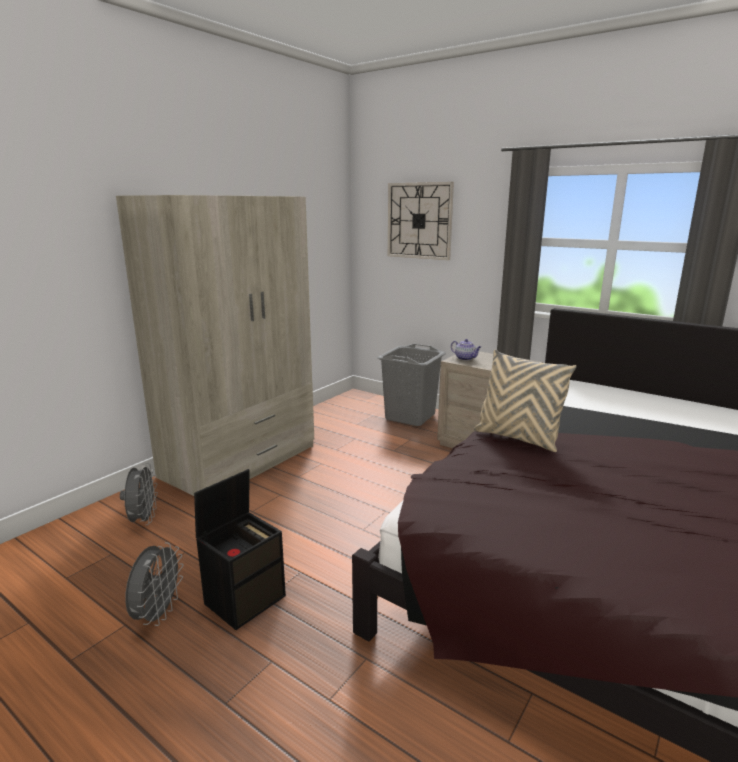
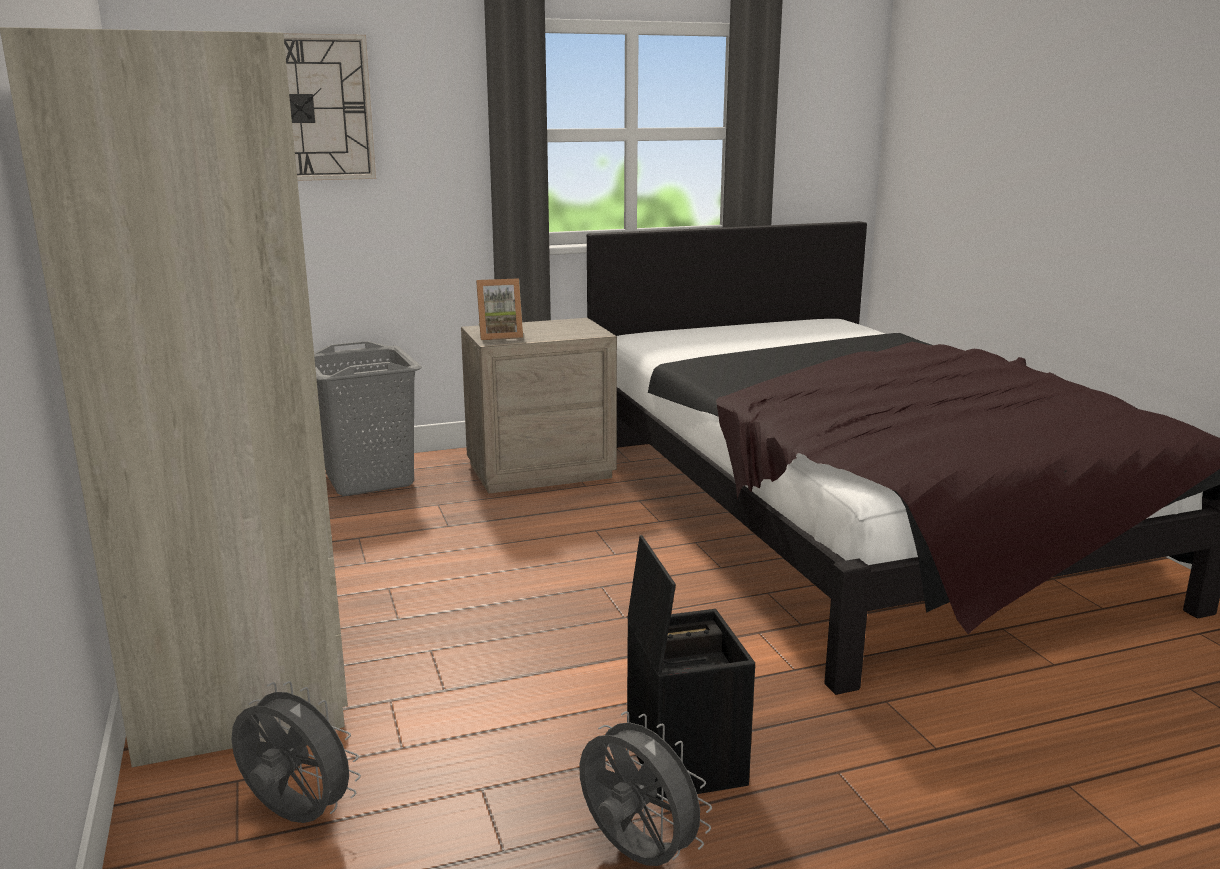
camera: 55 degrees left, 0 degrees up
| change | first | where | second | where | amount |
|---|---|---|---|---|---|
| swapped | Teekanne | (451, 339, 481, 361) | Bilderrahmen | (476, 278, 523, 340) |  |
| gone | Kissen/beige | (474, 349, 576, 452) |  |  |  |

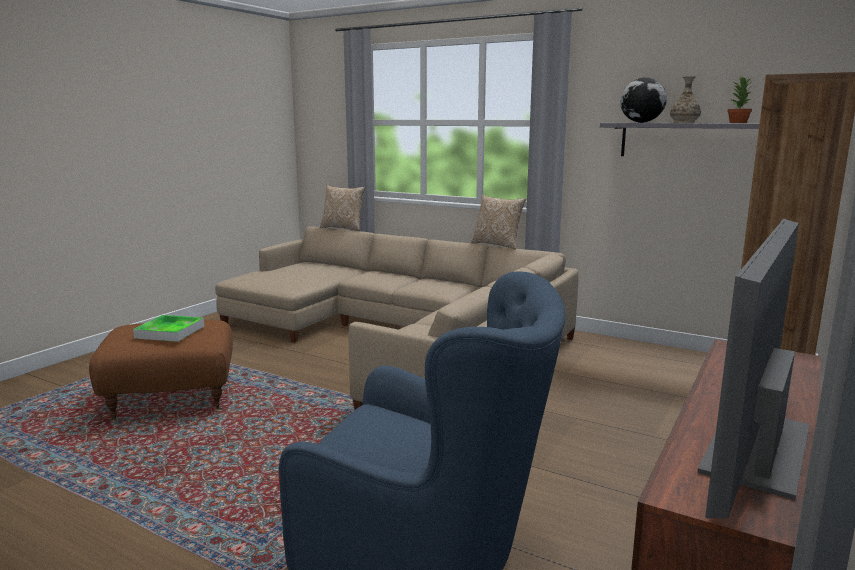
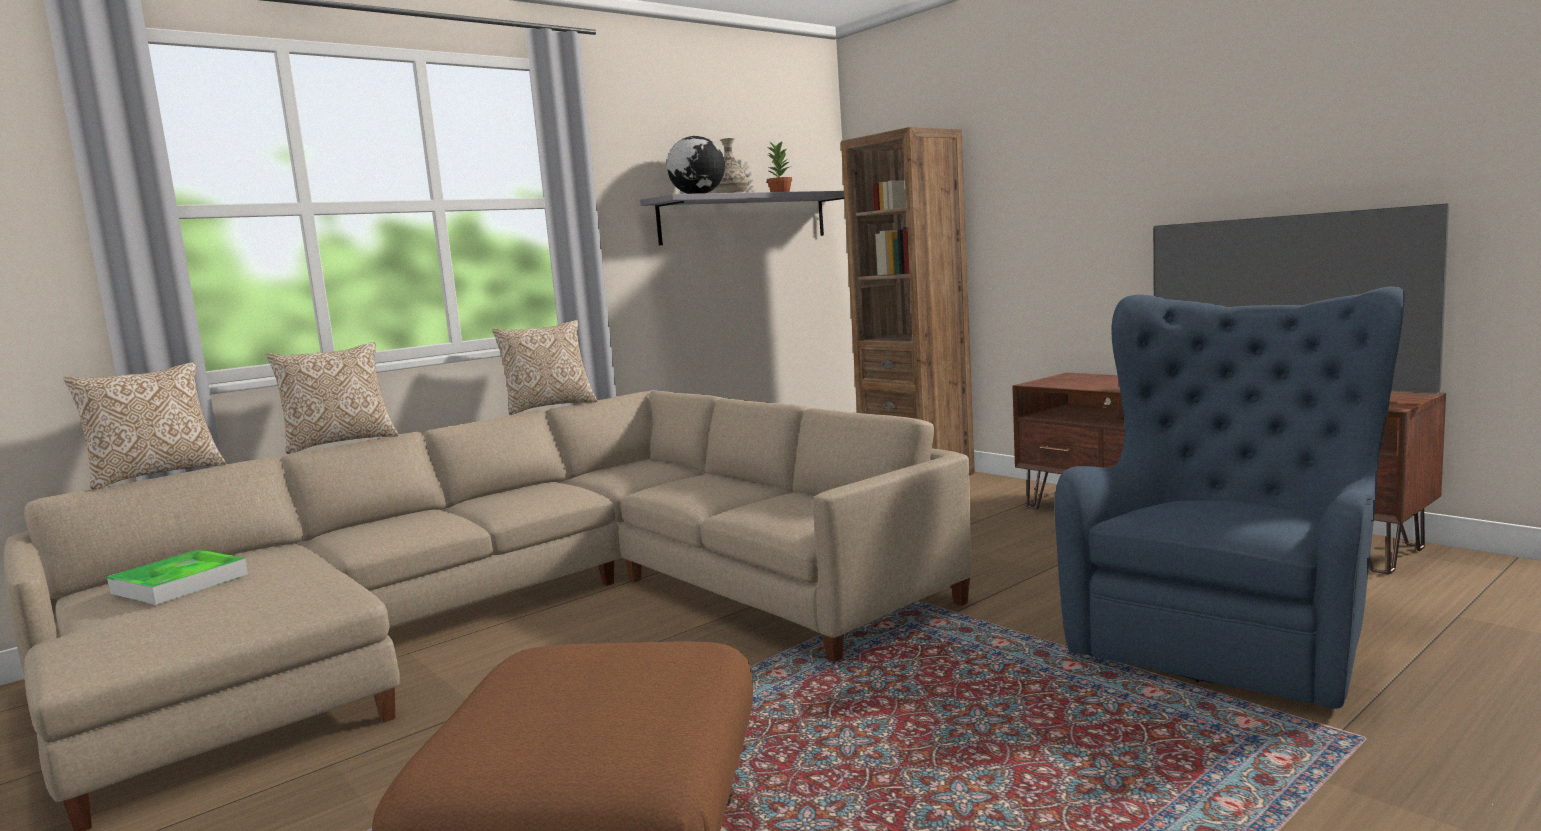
camera: 70 degrees left, 5 degrees down
| change | first | where | second | where | amount |
|---|---|---|---|---|---|
| shifted | Tablett | (133, 315, 204, 342) |  | (107, 549, 248, 605) |  |
| new |  |  | Kissen | (266, 342, 398, 454) |  |

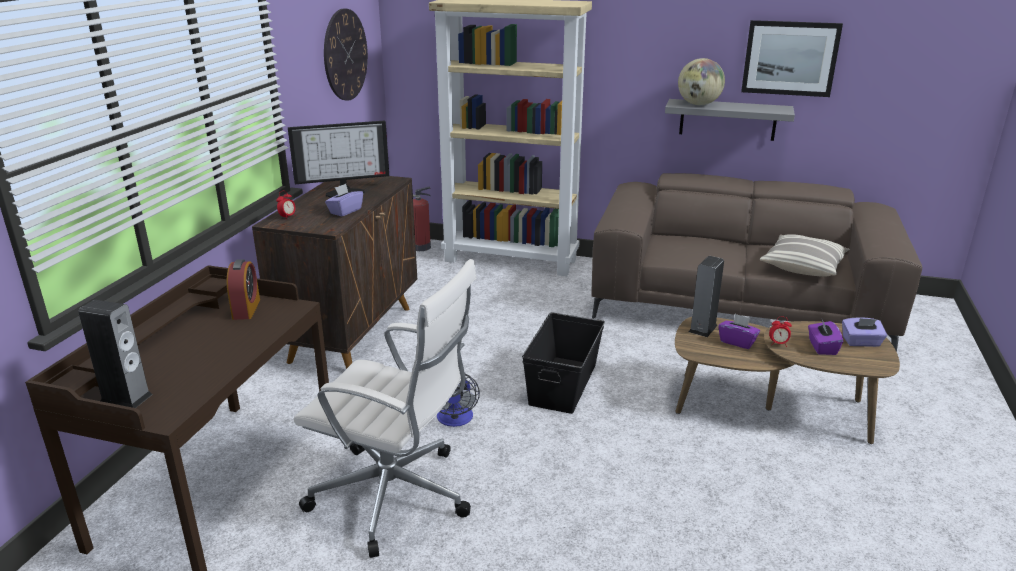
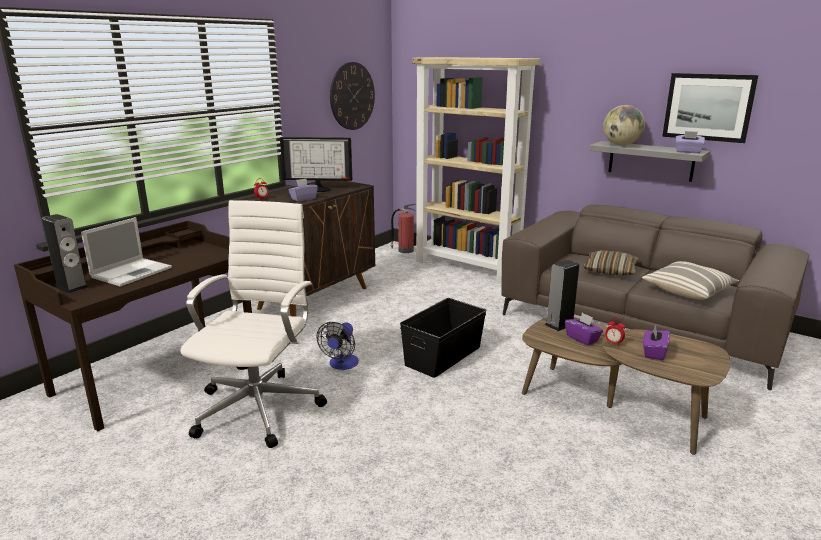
camera: 20 degrees right, 5 degrees down
| change | first | where | second | where | amount |
|---|---|---|---|---|---|
| gone | Wecker | (227, 259, 260, 320) |  |  |  |
| rotated | Bürostuhl/weiß | (293, 259, 477, 558) |  | (180, 200, 327, 448) | 120 degrees counterclockwise |
| shifted | Taschentuchbox/lila | (842, 317, 887, 347) |  | (675, 131, 705, 153) |  |
| new |  |  | Laptop | (81, 217, 172, 287) |  |
| new |  |  | Kissen | (583, 250, 639, 276) |  |

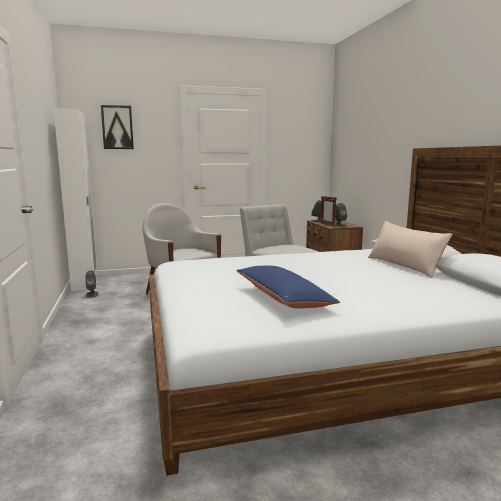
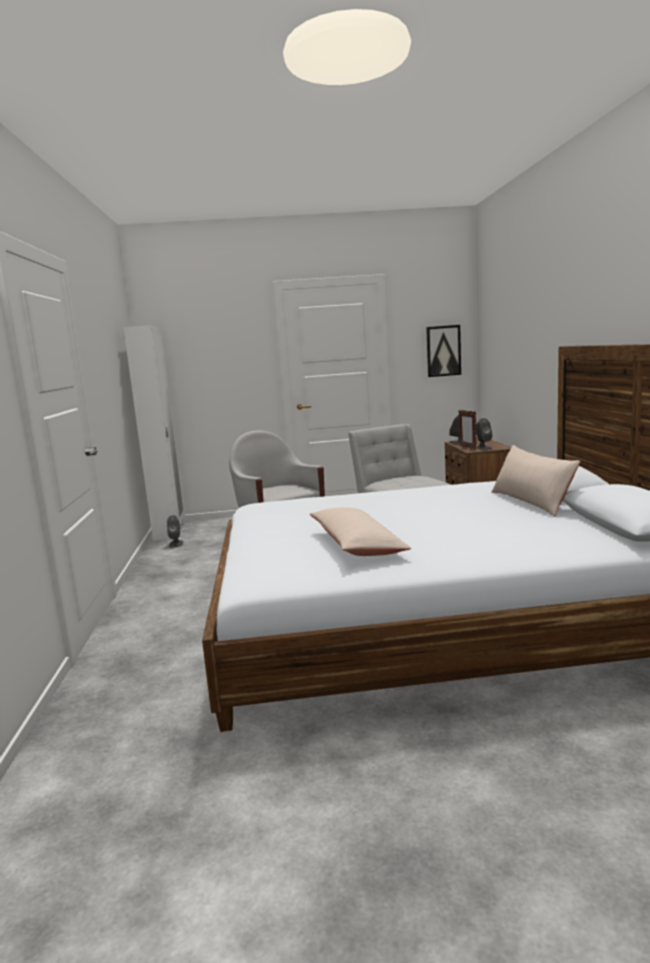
camera: 10 degrees right, 0 degrees up
| change | first | where | second | where | amount |
|---|---|---|---|---|---|
| shifted | Bild | (101, 105, 134, 149) |  | (426, 325, 461, 377) |  |
| repainted | Kissen/blau | (236, 266, 340, 308) | Kissen/beige | (310, 508, 411, 556) |  |

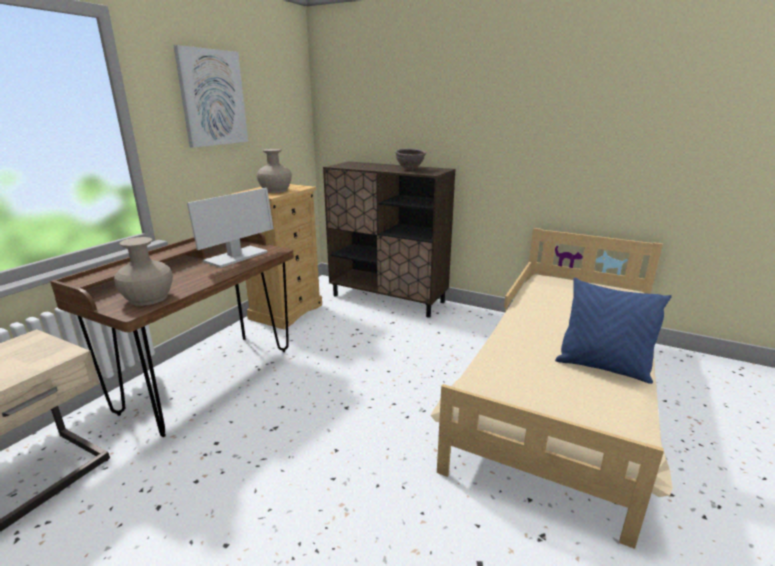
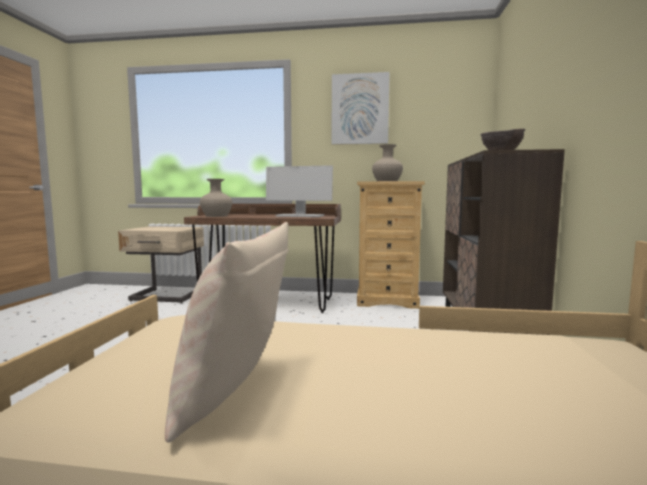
camera: 70 degrees right, 15 degrees down
| change | first | where | second | where | amount |
|---|---|---|---|---|---|
| repainted | Kissen/blau | (555, 278, 672, 384) | Kissen/beige | (165, 222, 289, 443) |  |

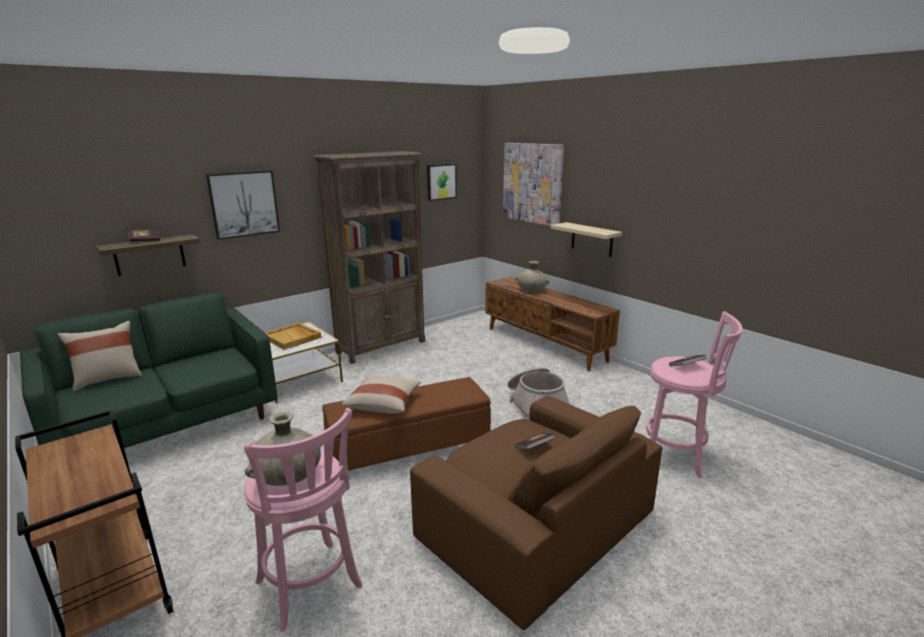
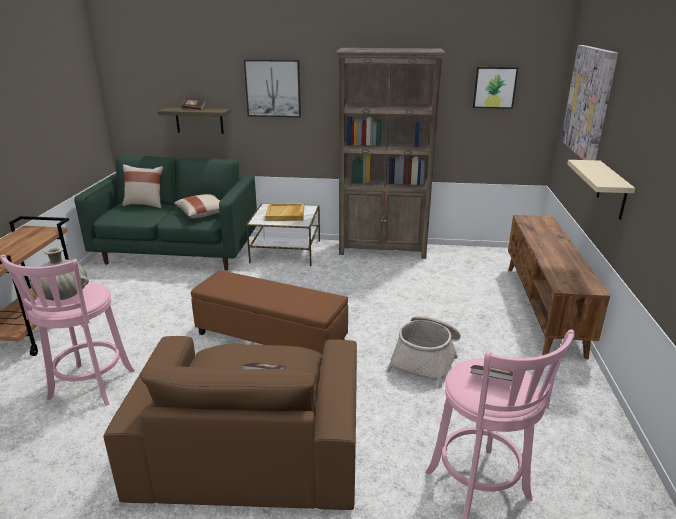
camera: 45 degrees right, 5 degrees up
| change | first | where | second | where | amount |
|---|---|---|---|---|---|
| shifted | Kissen/beige | (342, 376, 421, 414) |  | (174, 194, 220, 218) |  |
| gone | Vase/beige | (516, 261, 549, 292) |  |  |  |

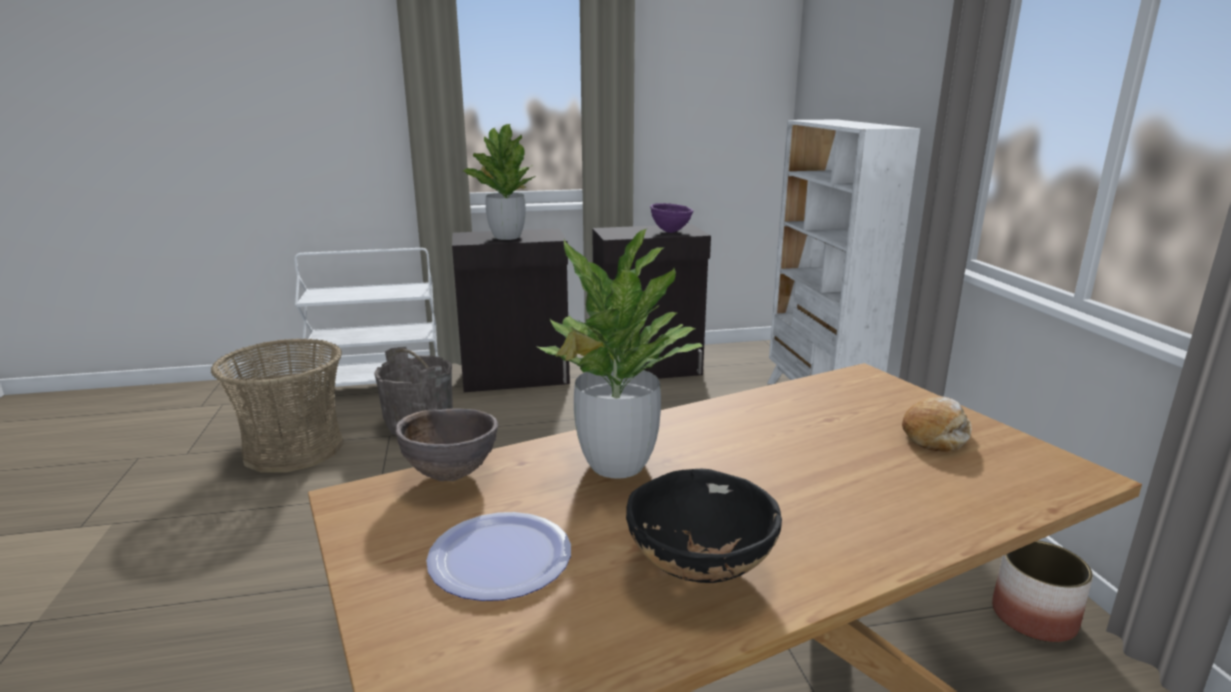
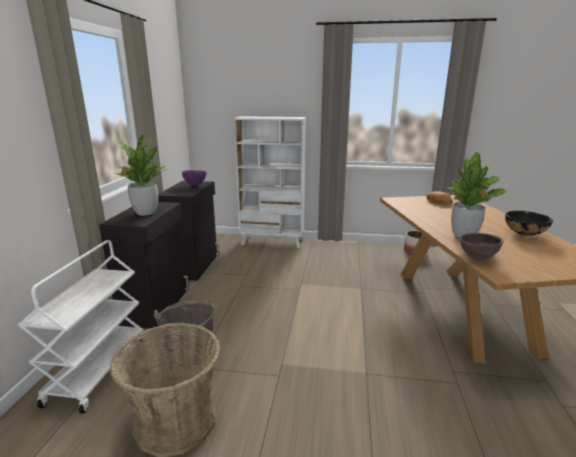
camera: 70 degrees left, 0 degrees up
| change | first | where | second | where | amount |
|---|---|---|---|---|---|
| gone | Teller | (426, 512, 571, 601) |  |  |  |

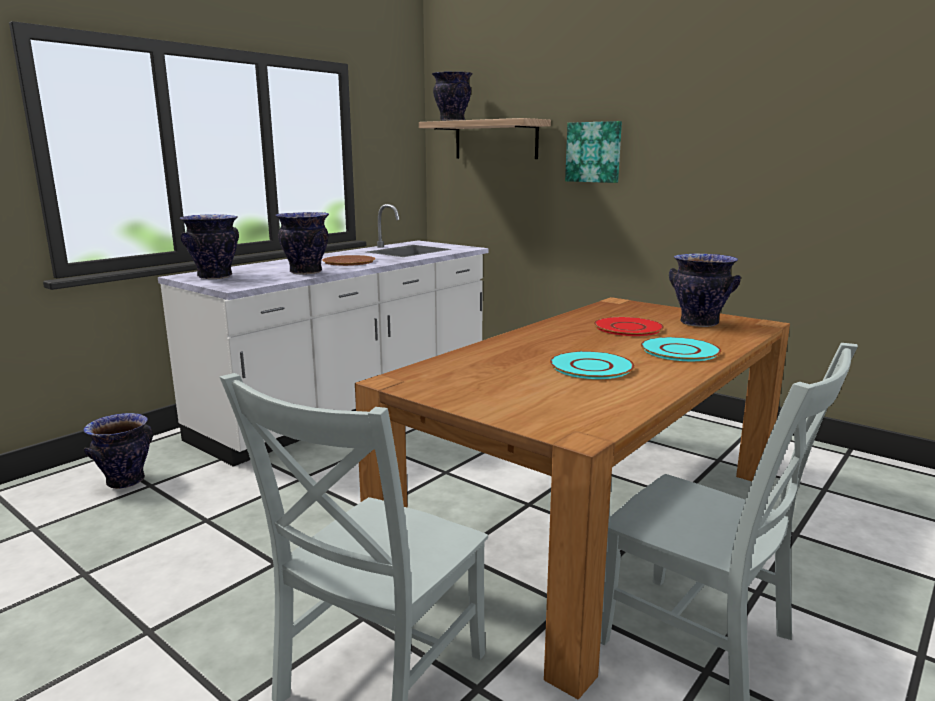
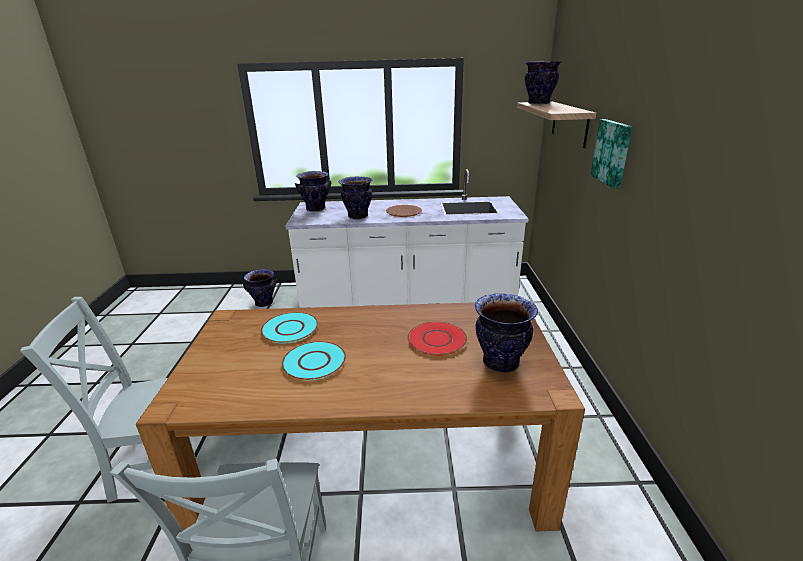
camera: 50 degrees right, 10 degrees up
| change | first | where | second | where | amount |
|---|---|---|---|---|---|
| shifted | Teller/türkis | (641, 337, 721, 361) |  | (261, 312, 318, 343) |  |

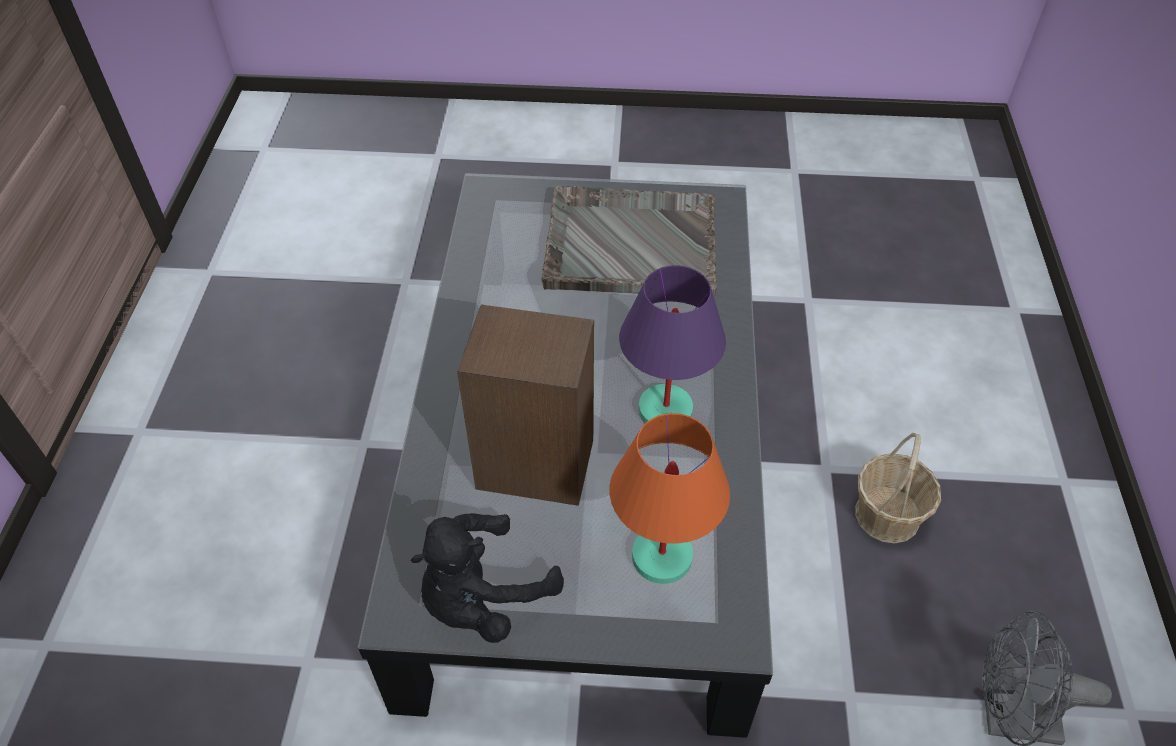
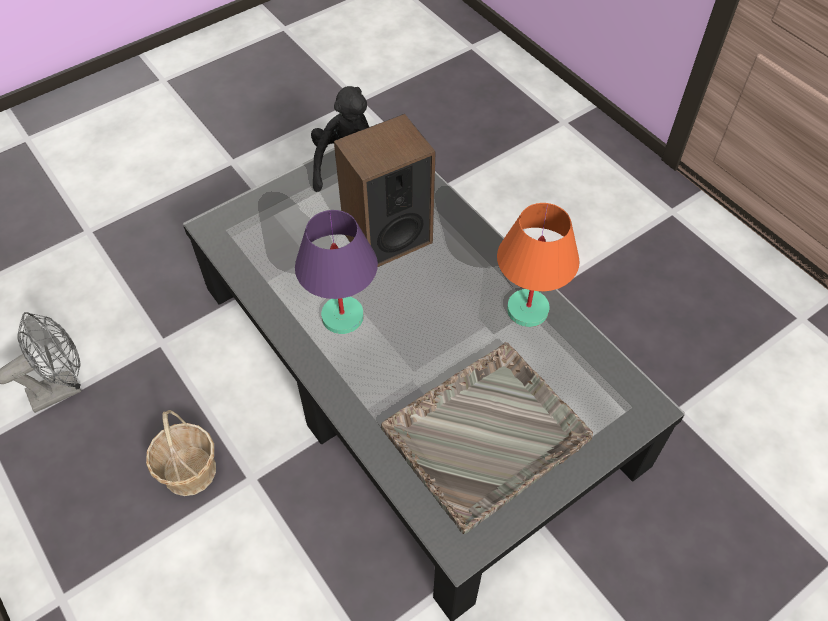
camera: 140 degrees right, 5 degrees up
| change | first | where | second | where | amount |
|---|---|---|---|---|---|
| shifted | Tischlampe/orange | (610, 413, 730, 584) |  | (497, 203, 579, 327) |  |

